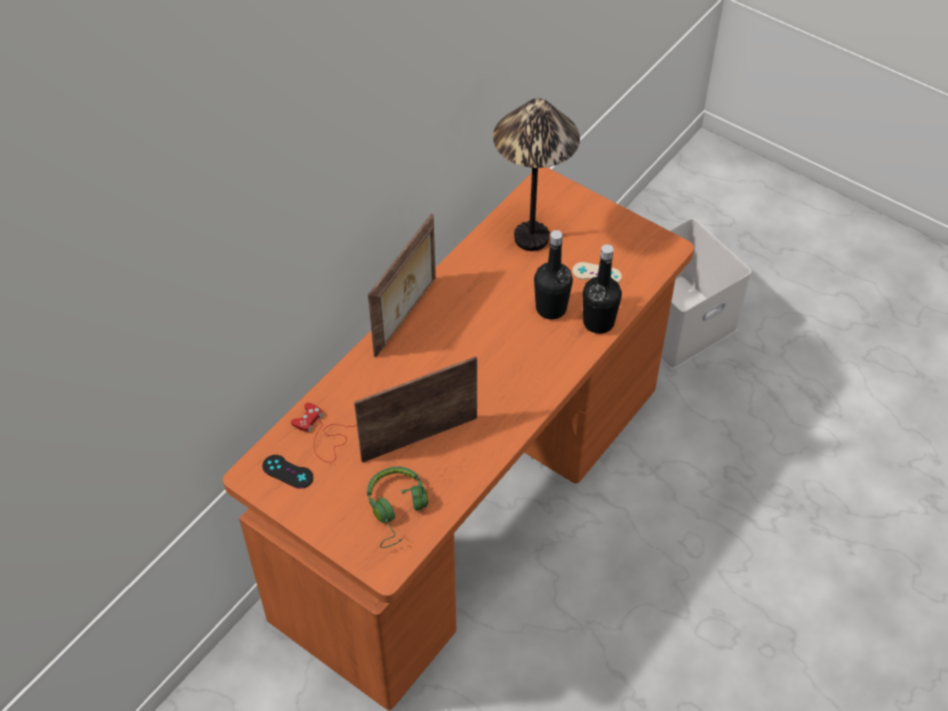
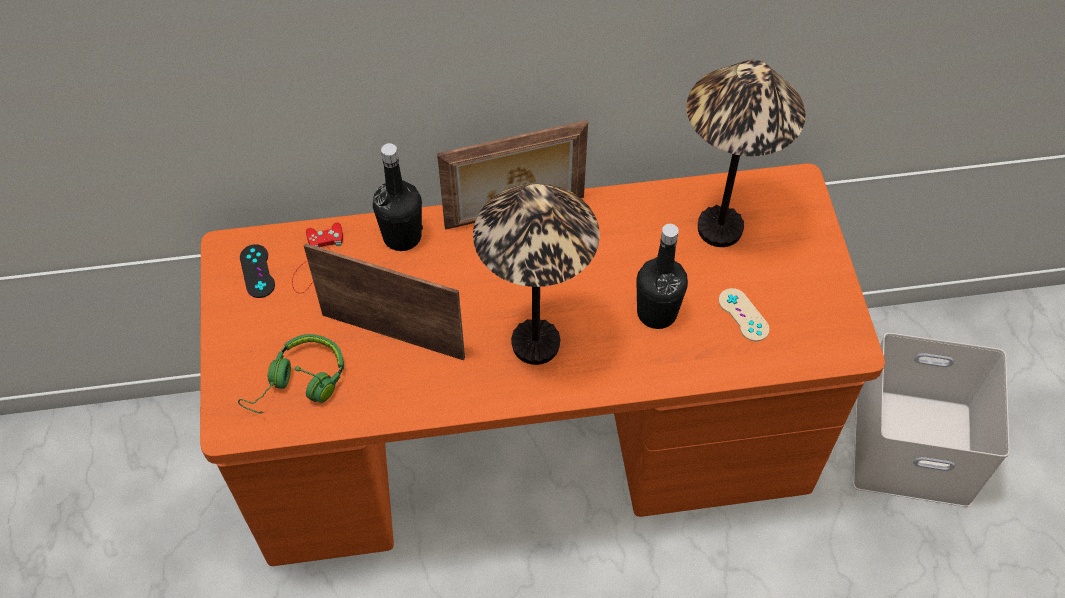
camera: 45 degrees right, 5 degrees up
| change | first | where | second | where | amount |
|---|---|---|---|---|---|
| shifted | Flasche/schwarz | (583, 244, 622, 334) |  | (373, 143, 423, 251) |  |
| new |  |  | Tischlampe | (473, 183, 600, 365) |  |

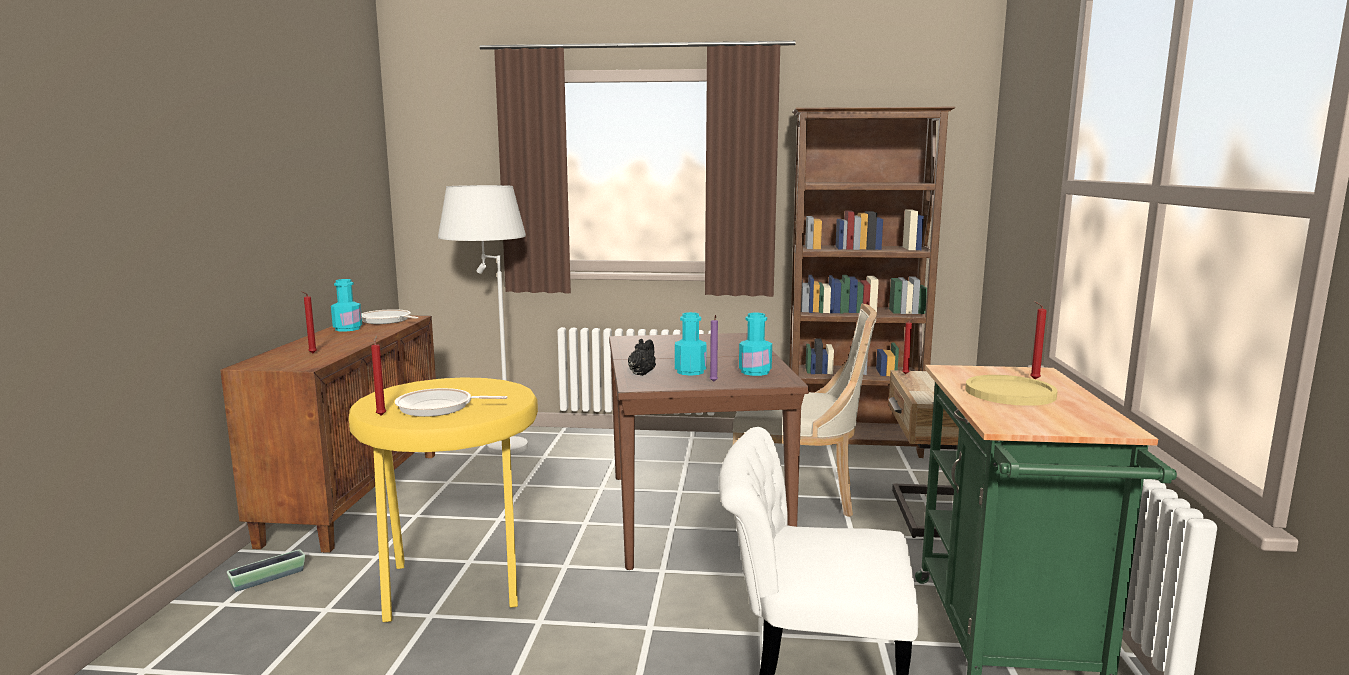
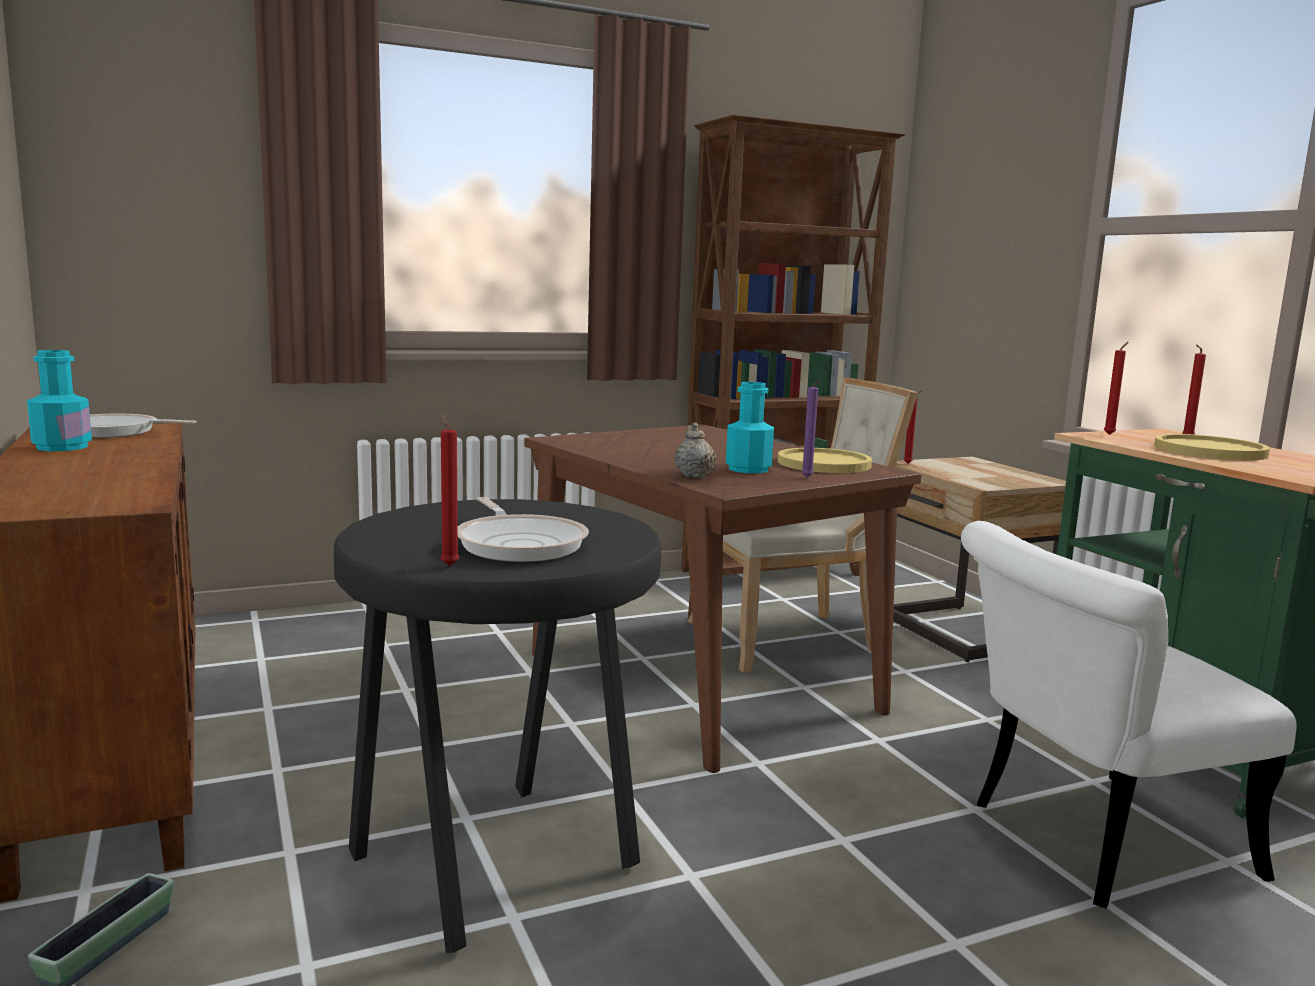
camera: 30 degrees left, 0 degrees up
| change | first | where | second | where | amount |
|---|---|---|---|---|---|
| shifted | Kerze/rot | (303, 292, 317, 353) |  | (1104, 342, 1128, 435) |  |
| repainted | Hocker/gelb | (349, 377, 538, 622) | Hocker/schwarz | (334, 499, 661, 953) |  |
| rotated | Pfanne | (395, 388, 508, 417) |  | (458, 497, 589, 562) | 90 degrees counterclockwise |
| gone | Stehlampe/weiß | (438, 185, 528, 455) |  |  |  |
| repainted | Teekanne/schwarz | (628, 339, 656, 376) | Teekanne/beige | (674, 422, 717, 478) |  |
| swapped | Flasche/türkis | (739, 313, 772, 376) | Teller/gelb | (778, 448, 872, 473) |  |

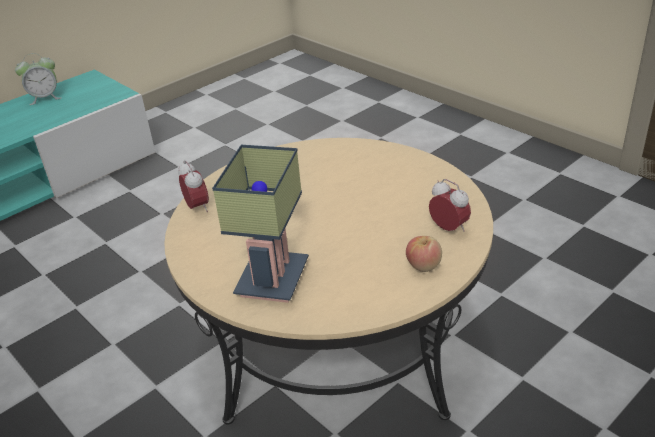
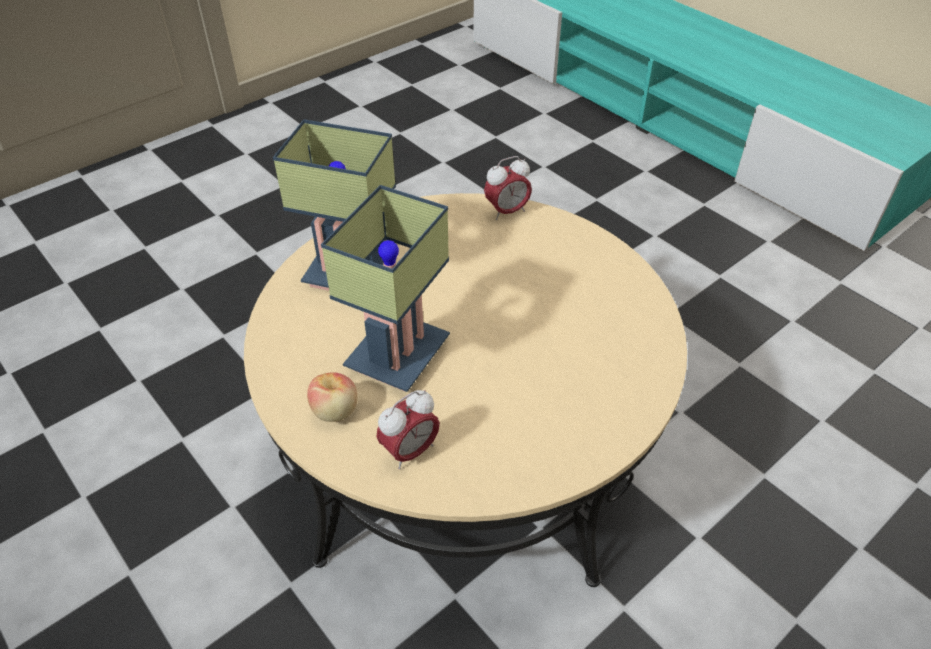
camera: 90 degrees right, 10 degrees up
| change | first | where | second | where | amount |
|---|---|---|---|---|---|
| gone | Wecker | (15, 53, 61, 105) |  |  |  |
| new |  |  | Tischlampe | (321, 185, 450, 392) |  |

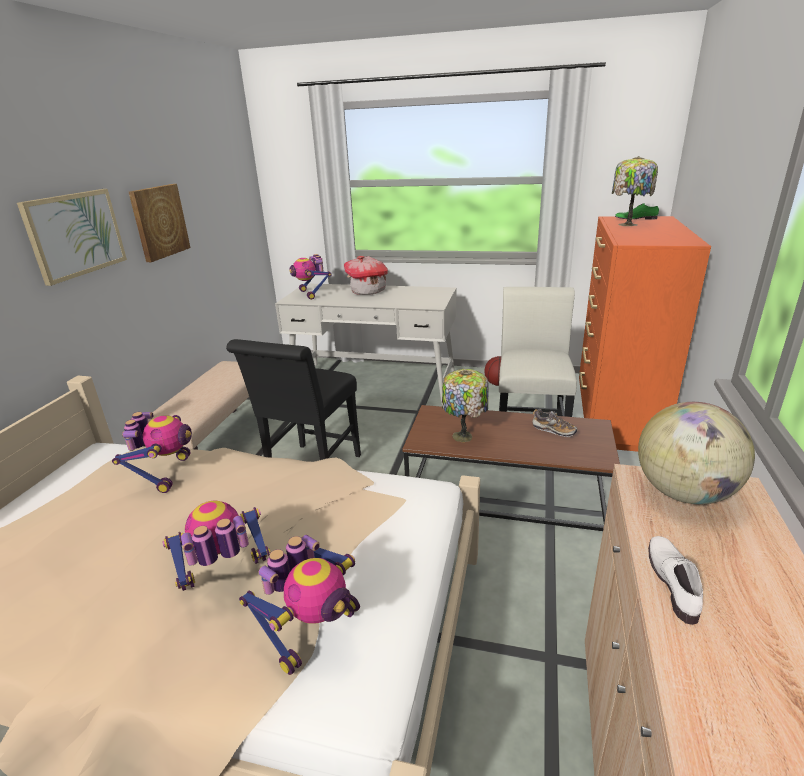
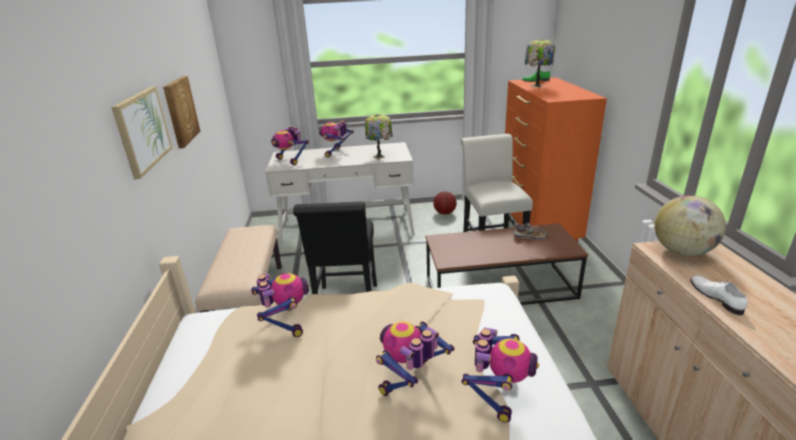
camera: 20 degrees left, 0 degrees up
| change | first | where | second | where | amount |
|---|---|---|---|---|---|
| swapped | Spielzeughaus | (344, 256, 388, 295) | Spielzeugroboter | (319, 121, 354, 157) |  |
| shifted | Tischlampe | (442, 369, 489, 442) |  | (365, 114, 393, 159) |  |

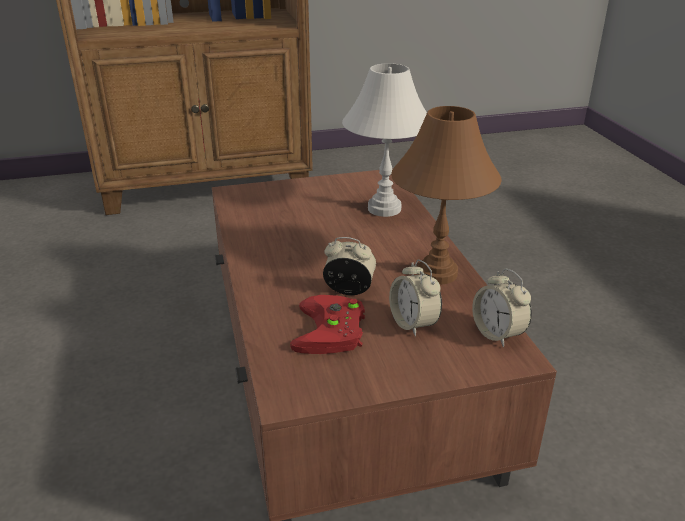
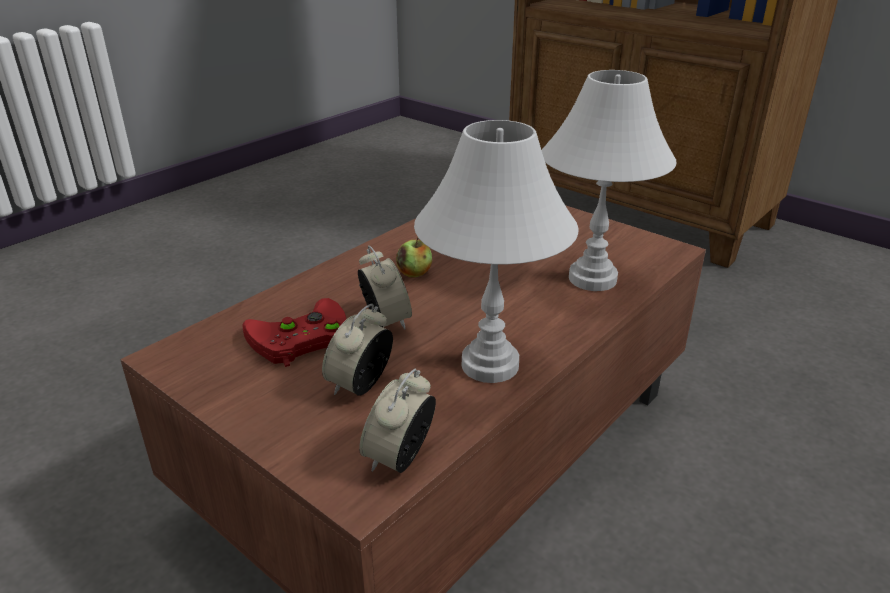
camera: 55 degrees right, 0 degrees up
| change | first | where | second | where | amount |
|---|---|---|---|---|---|
| repainted | Tischlampe/braun | (391, 106, 502, 285) | Tischlampe/weiß | (414, 120, 579, 383) |  |
| new |  |  | Apfel | (396, 237, 432, 278) |  |

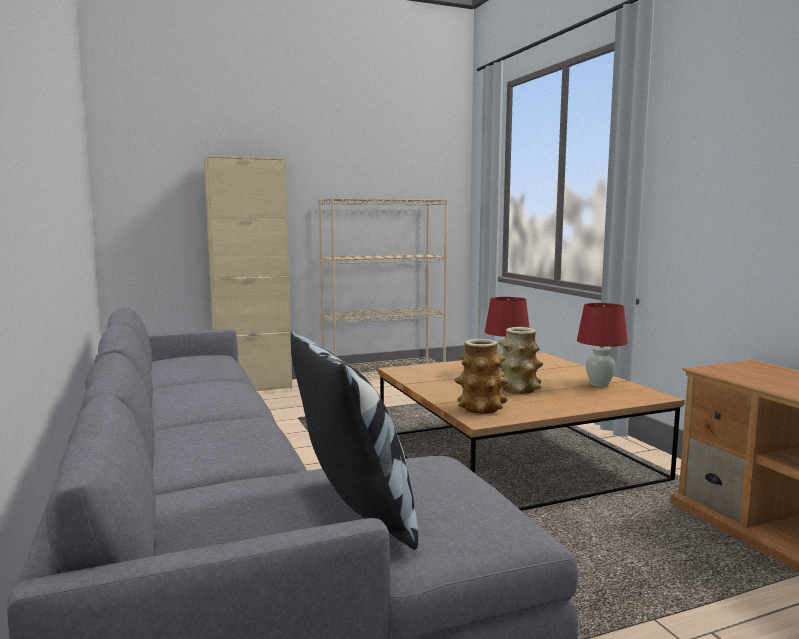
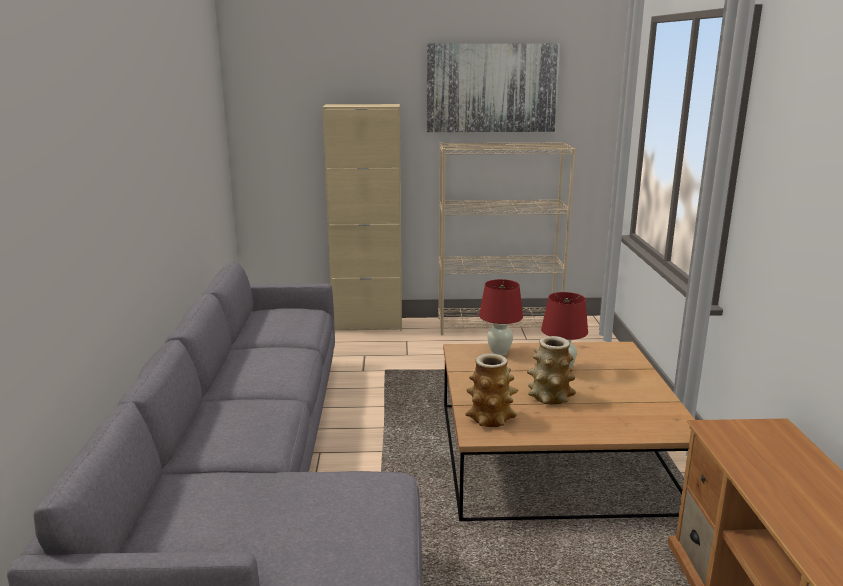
camera: 20 degrees right, 10 degrees up
| change | first | where | second | where | amount |
|---|---|---|---|---|---|
| gone | Kissen | (291, 331, 418, 550) |  |  |  |
| shifted | Tischlampe/rot | (577, 303, 628, 387) |  | (479, 279, 523, 356) |  |
| new |  |  | Bild | (427, 44, 560, 132) |  |

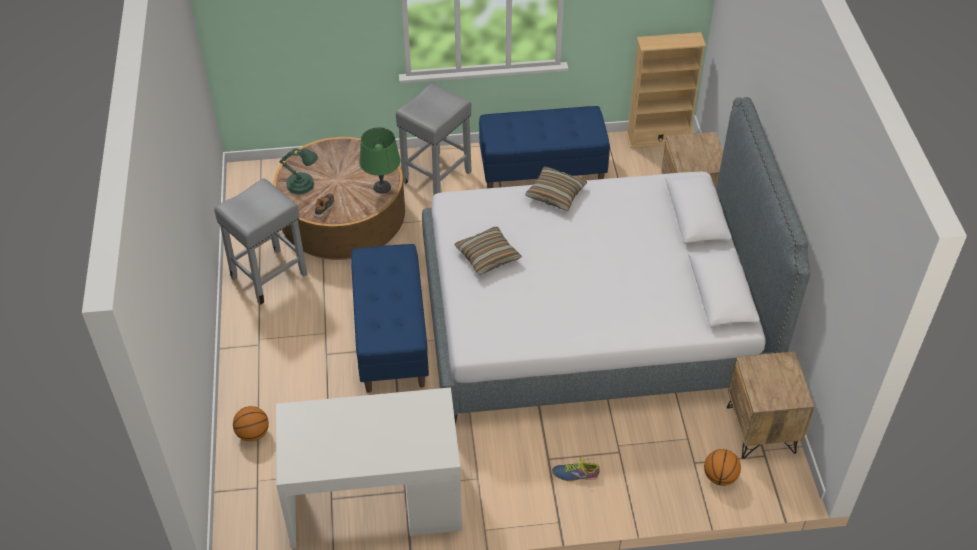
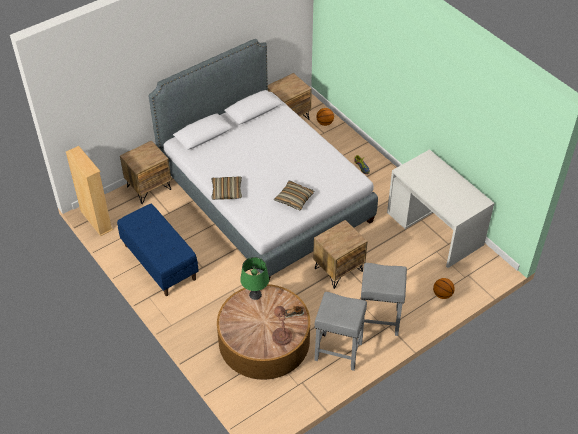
camera: 120 degrees left, 0 degrees up
| change | first | where | second | where | amount |
|---|---|---|---|---|---|
| repainted | Tischlampe/grün | (279, 148, 318, 195) | Tischlampe/braun | (272, 306, 292, 346) |  |
| swapped | Bank/blau | (351, 244, 429, 393) | Nachttisch/braun | (313, 220, 368, 289) |  |
| shifted | Hocker/grau | (396, 83, 472, 195) |  | (361, 263, 407, 336) |  |

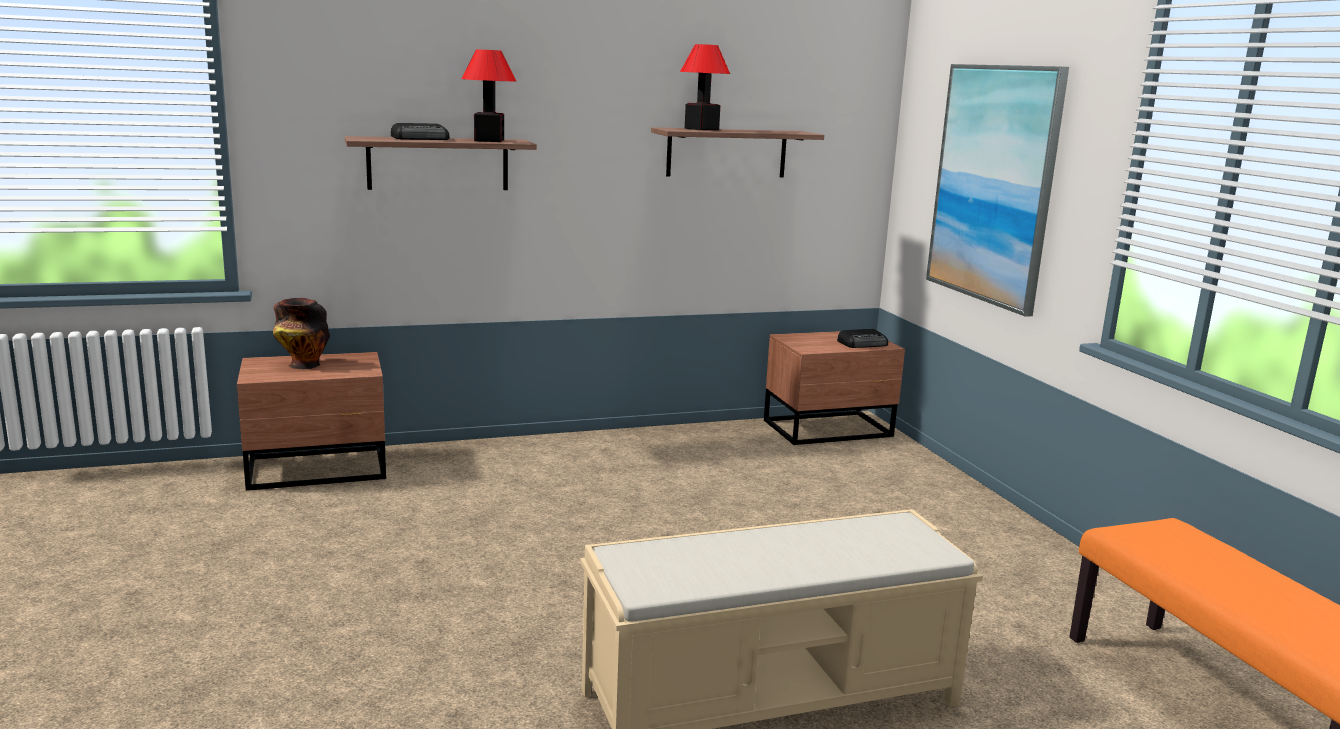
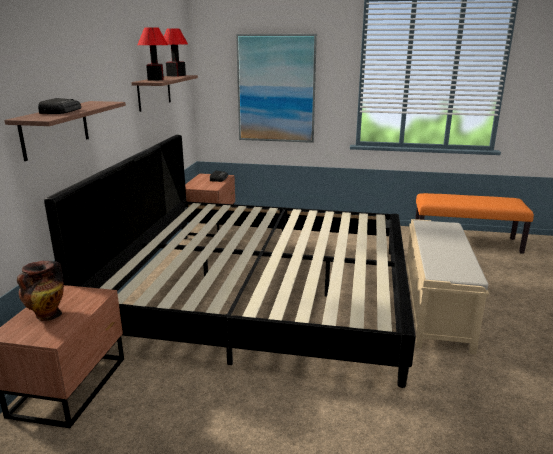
camera: 60 degrees left, 5 degrees up
| change | first | where | second | where | amount |
|---|---|---|---|---|---|
| shifted | Tischlampe | (462, 49, 516, 142) |  | (164, 29, 188, 77) |  |
| new |  |  | Bett | (44, 135, 416, 388) |  |

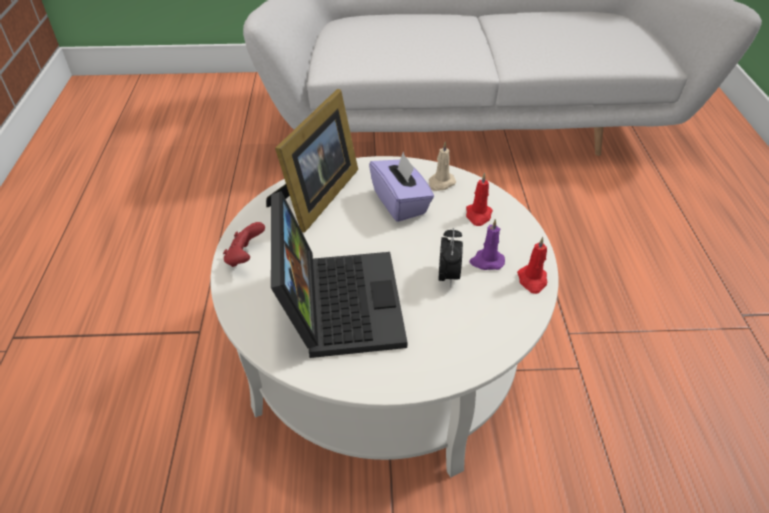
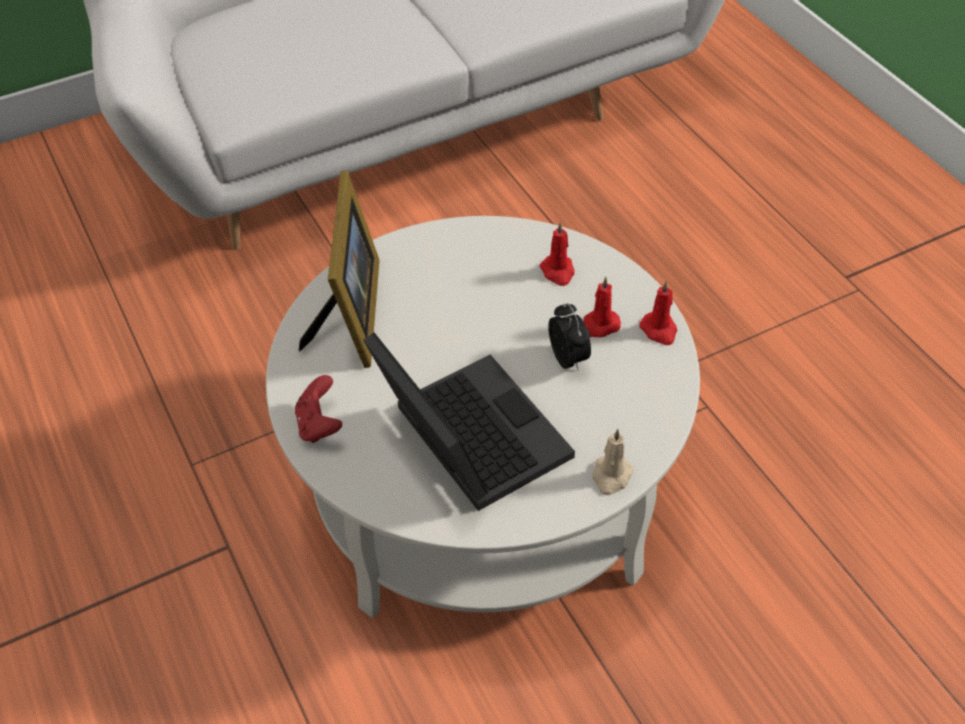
camera: 25 degrees left, 5 degrees up
| change | first | where | second | where | amount |
|---|---|---|---|---|---|
| gone | Taschentuchbox/lila | (369, 152, 434, 222) |  |  |  |
| shifted | Kerze/beige | (429, 141, 456, 191) |  | (592, 429, 633, 495) |  |
| repainted | Kerze/lila | (470, 219, 505, 270) | Kerze/rot | (584, 276, 621, 337) |  |

